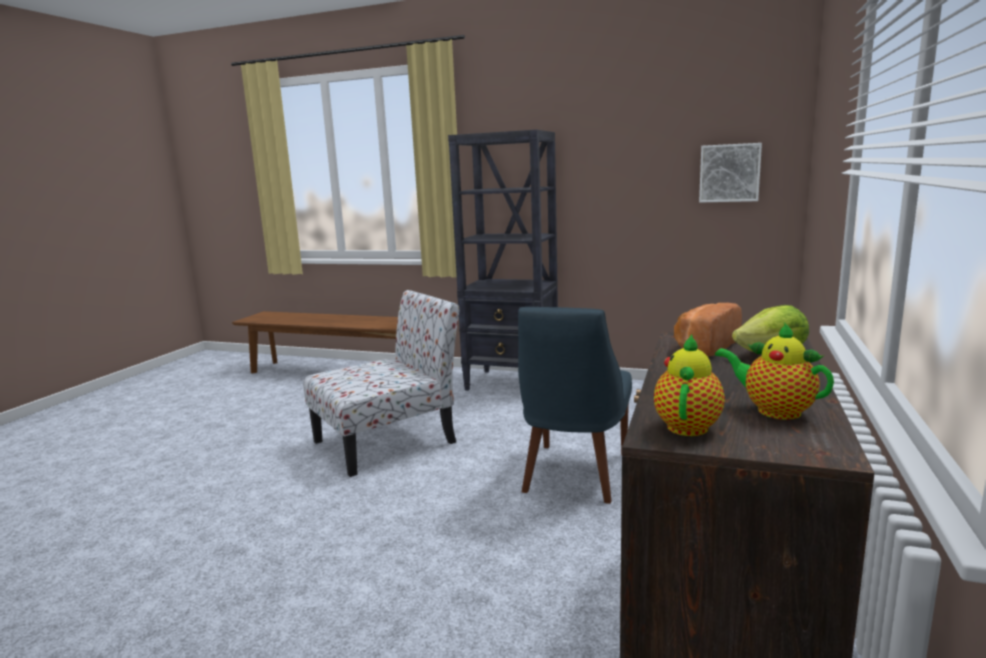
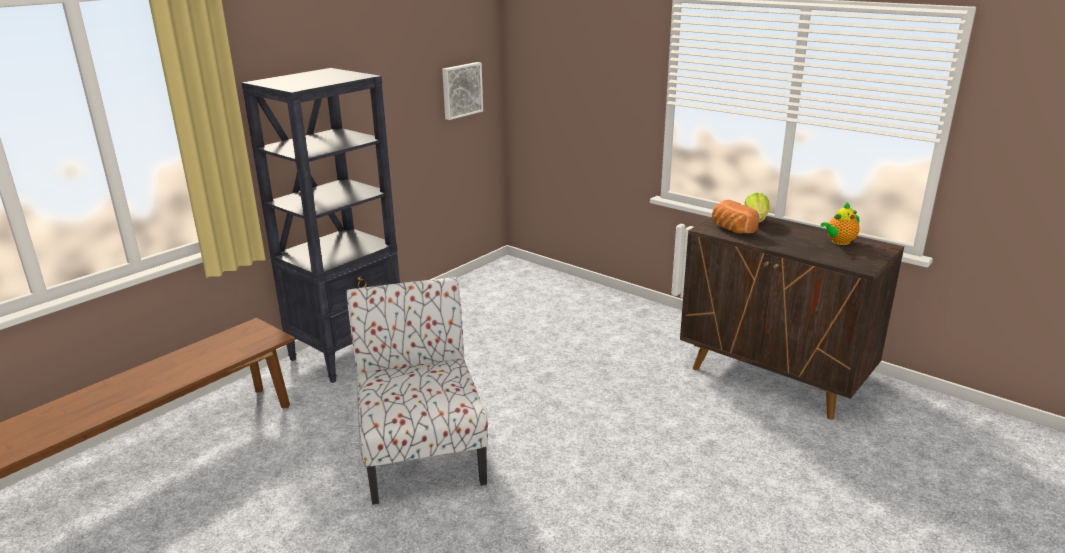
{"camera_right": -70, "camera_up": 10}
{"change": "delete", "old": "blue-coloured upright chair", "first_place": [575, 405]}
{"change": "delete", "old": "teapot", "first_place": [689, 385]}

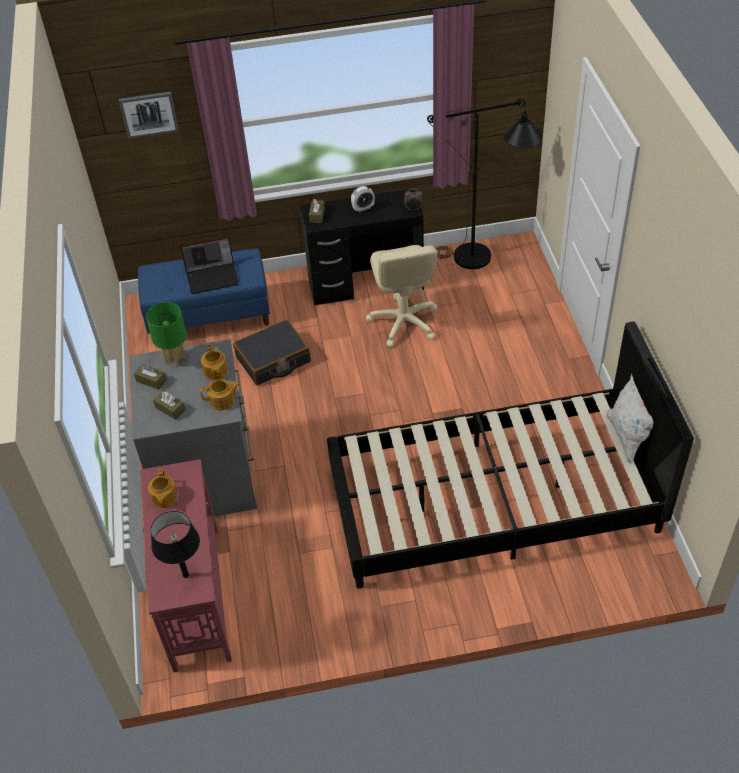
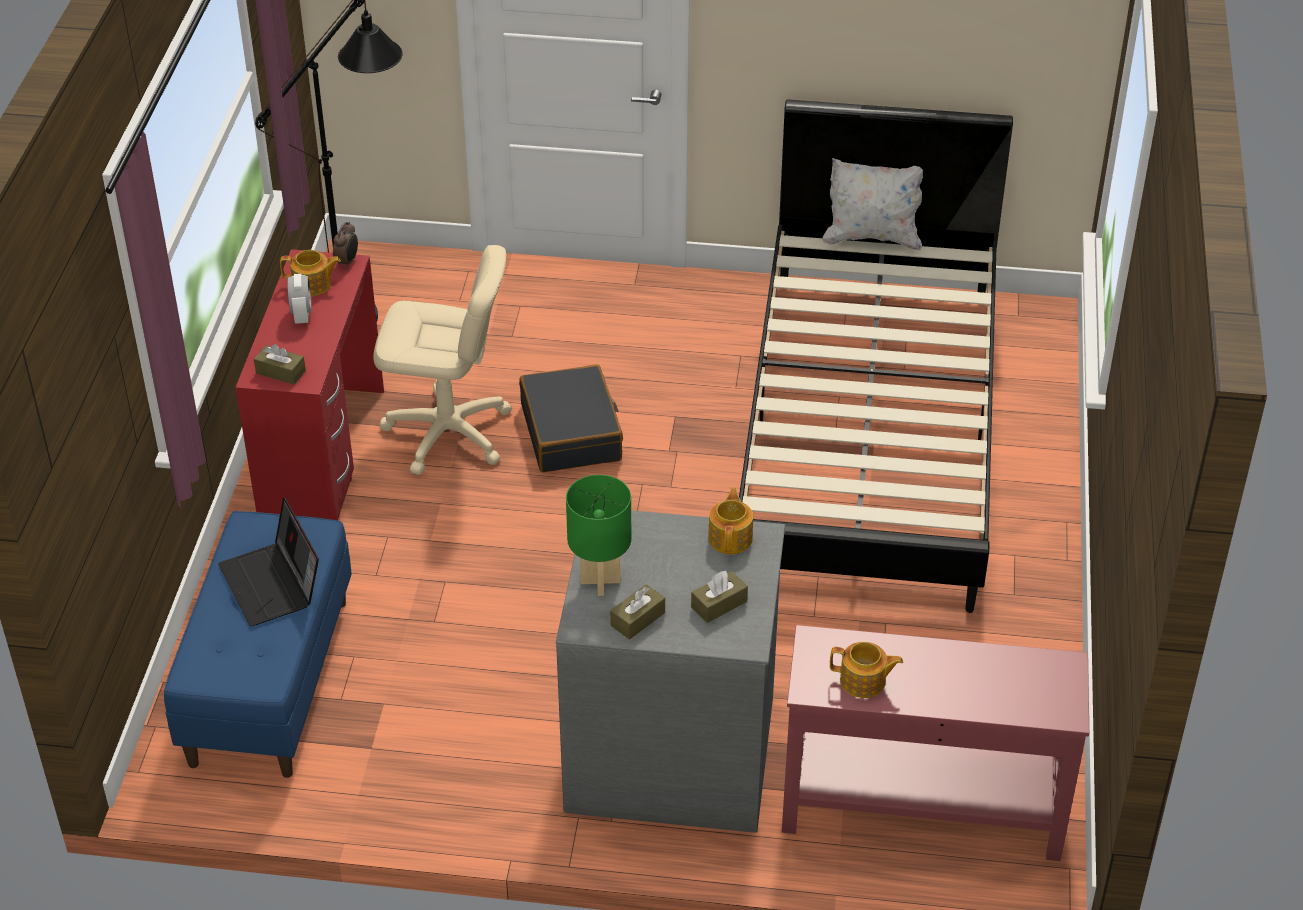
{"camera_right": -75, "camera_up": -5}
{"change": "delete", "old": "wall art", "first_place": [148, 115]}
{"change": "delete", "old": "black table lamp", "first_place": [175, 544]}
{"change": "rotate", "old": "laptop", "first_place": [209, 265], "second_place": [268, 561], "degrees": 150}
{"change": "move", "old": "teapot", "first_place": [214, 362], "second_place": [310, 273]}
{"change": "move", "old": "black piece of luggage", "first_place": [272, 352], "second_place": [571, 418]}
{"change": "recolor", "old": "black desk unit", "new": "red-coloured desk unit", "first_place": [362, 246], "second_place": [310, 384]}

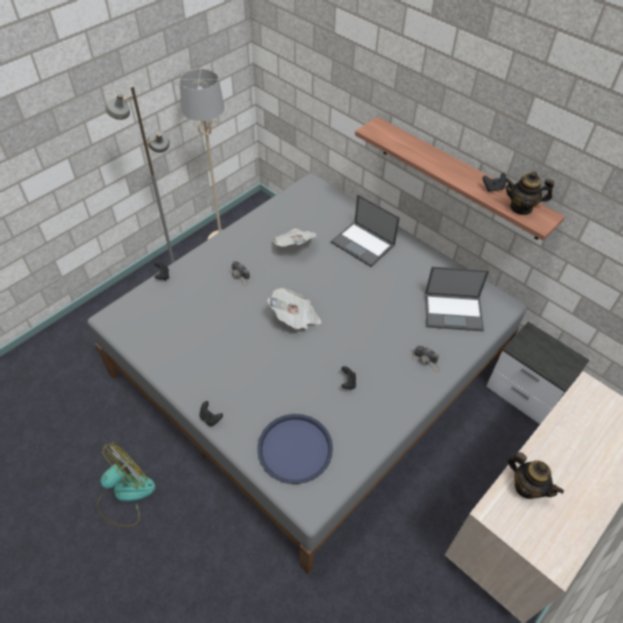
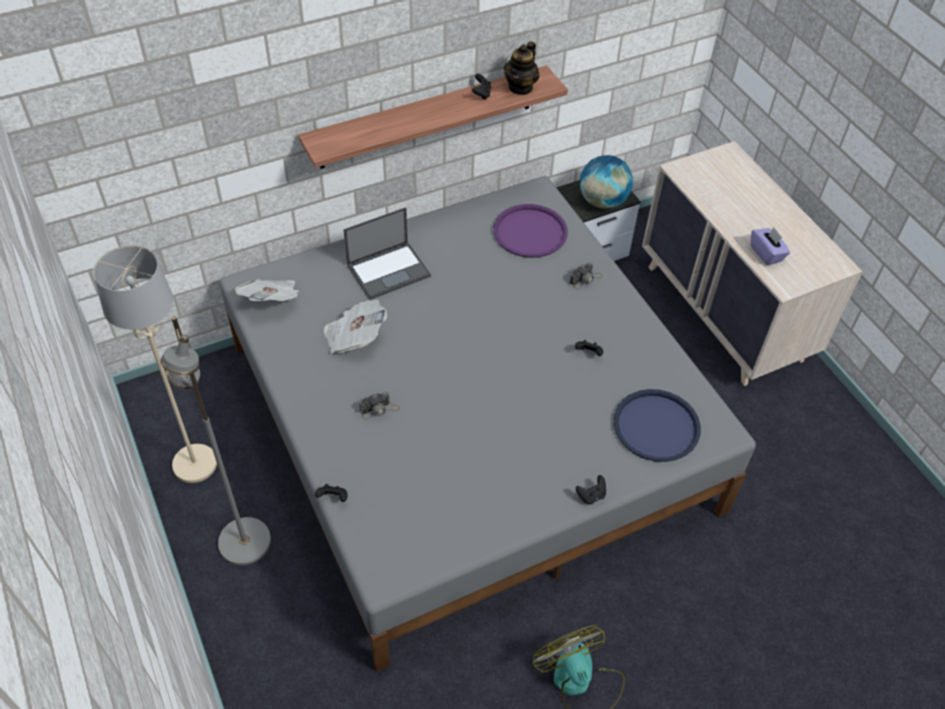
{"camera_right": -70, "camera_up": 0}
{"change": "move", "old": "newspaper", "first_place": [294, 309], "second_place": [267, 290]}
{"change": "replace", "old": "laptop", "new": "purple-coloured tray", "first_place": [457, 298], "second_place": [530, 231]}
{"change": "replace", "old": "teapot", "new": "purple-coloured tissue holder", "first_place": [536, 475], "second_place": [770, 246]}
{"change": "insert", "new": "desk globe", "second_place": [606, 182]}

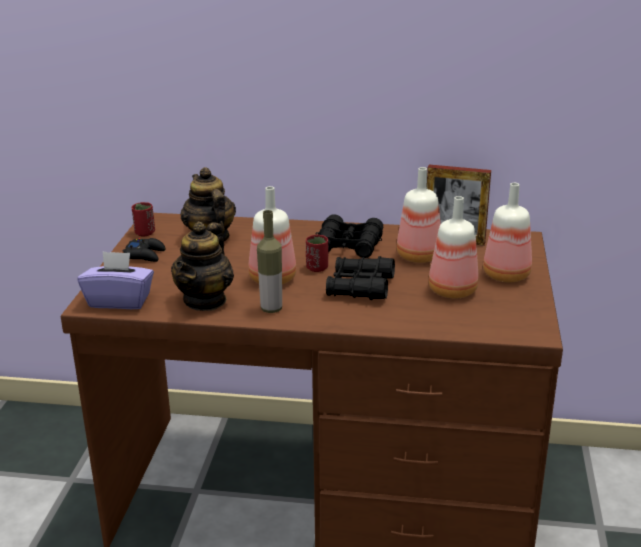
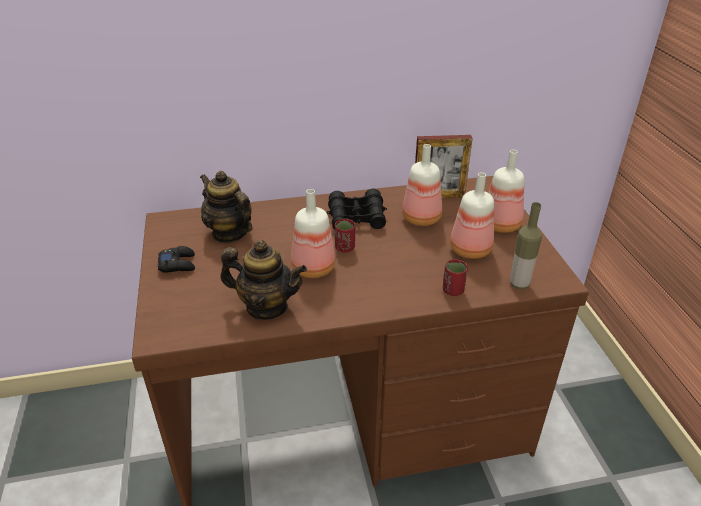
{"camera_right": -20, "camera_up": 10}
{"change": "delete", "old": "purple-coloured tissue holder", "first_place": [115, 280]}
{"change": "move", "old": "red-coloured small cup", "first_place": [143, 219], "second_place": [455, 277]}
{"change": "rotate", "old": "teapot", "first_place": [202, 266], "second_place": [263, 280], "degrees": -75}
{"change": "move", "old": "beverage bottle", "first_place": [269, 261], "second_place": [526, 245]}
{"change": "delete", "old": "black field glasses", "first_place": [360, 278]}

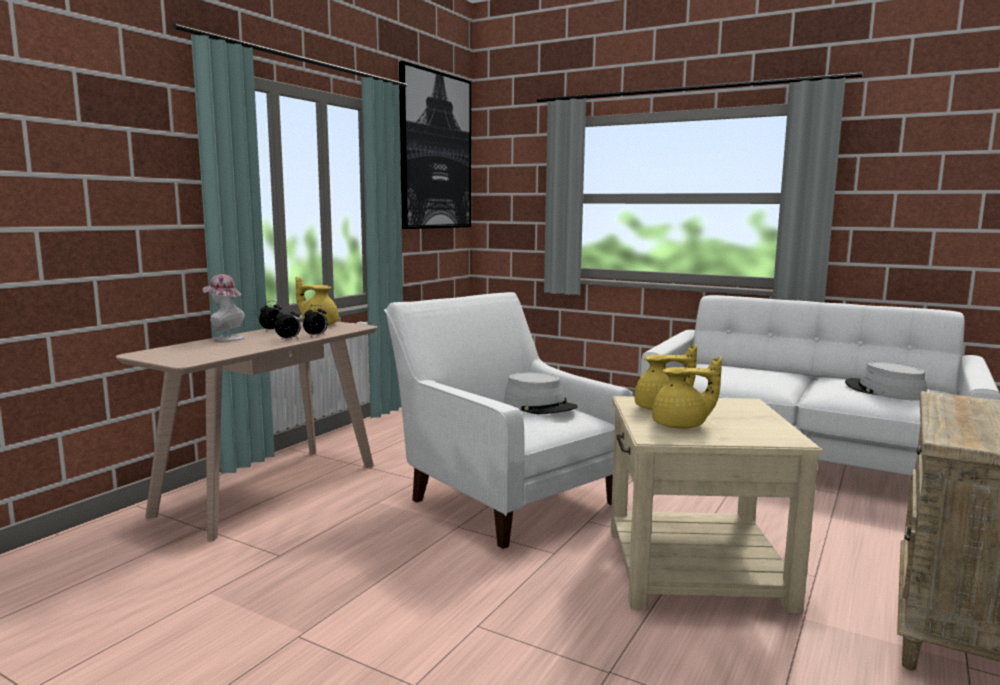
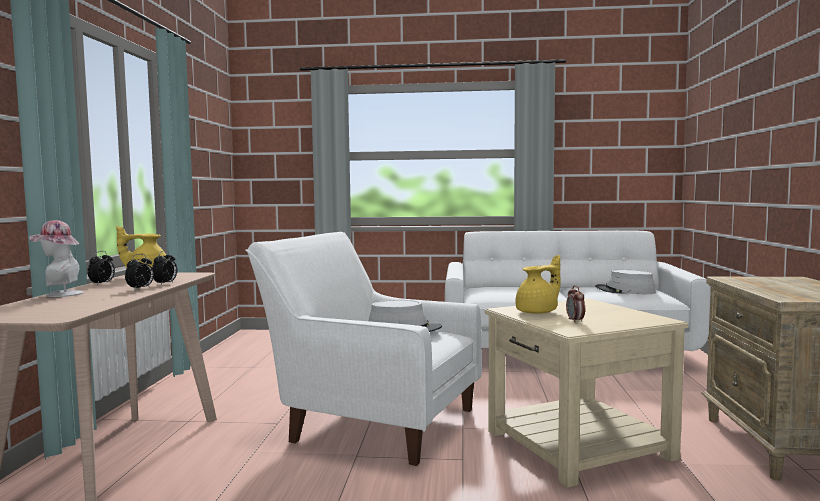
{"camera_right": -25, "camera_up": -5}
{"change": "delete", "old": "wall art", "first_place": [435, 145]}
{"change": "replace", "old": "yellow teapot", "new": "alarm clock", "first_place": [687, 393], "second_place": [575, 304]}

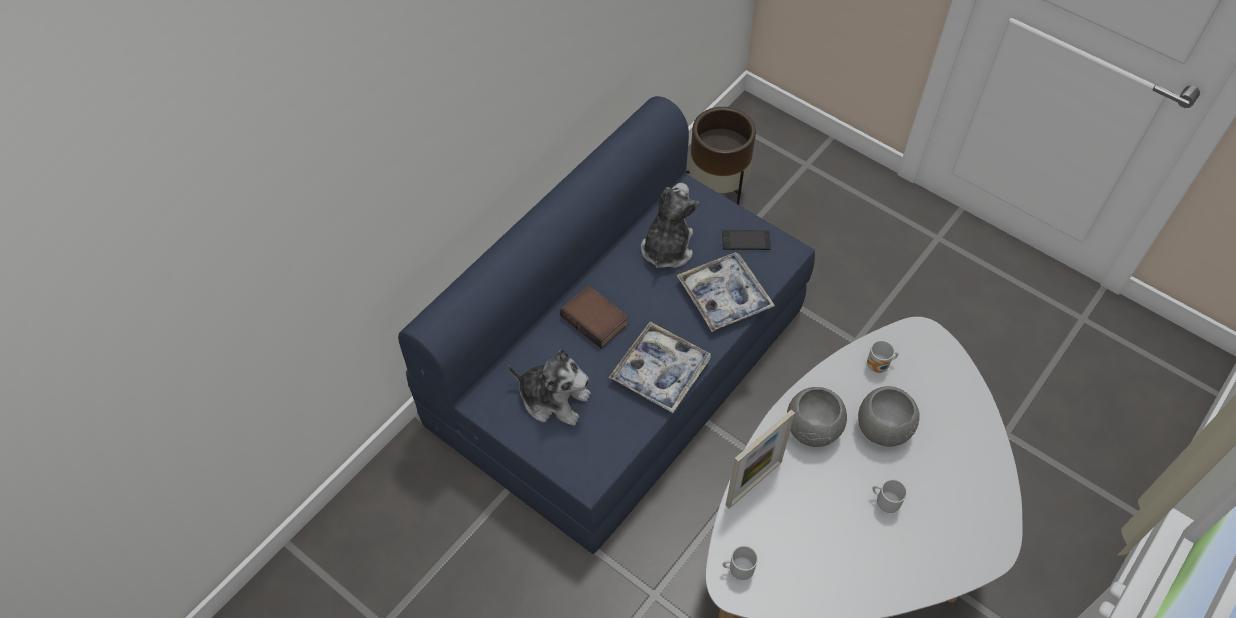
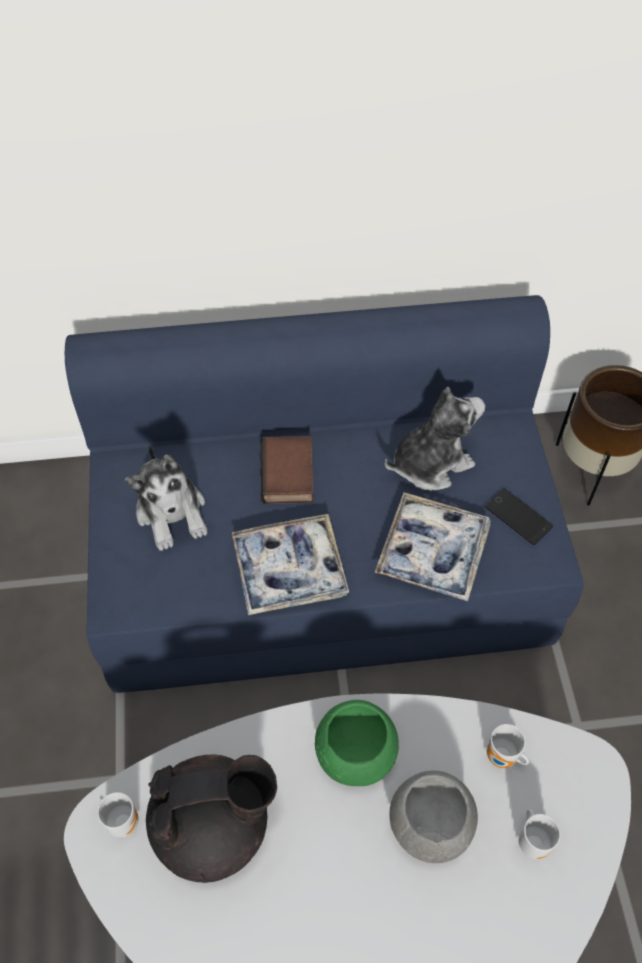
{"camera_right": 45, "camera_up": 0}
{"change": "delete", "old": "standing frame", "first_place": [760, 458]}
{"change": "recolor", "old": "grey bowl", "new": "greenish bowl", "first_place": [817, 417], "second_place": [357, 743]}
{"change": "move", "old": "mug", "first_place": [889, 496], "second_place": [540, 834]}
{"change": "insert", "new": "black teapot", "second_place": [211, 818]}

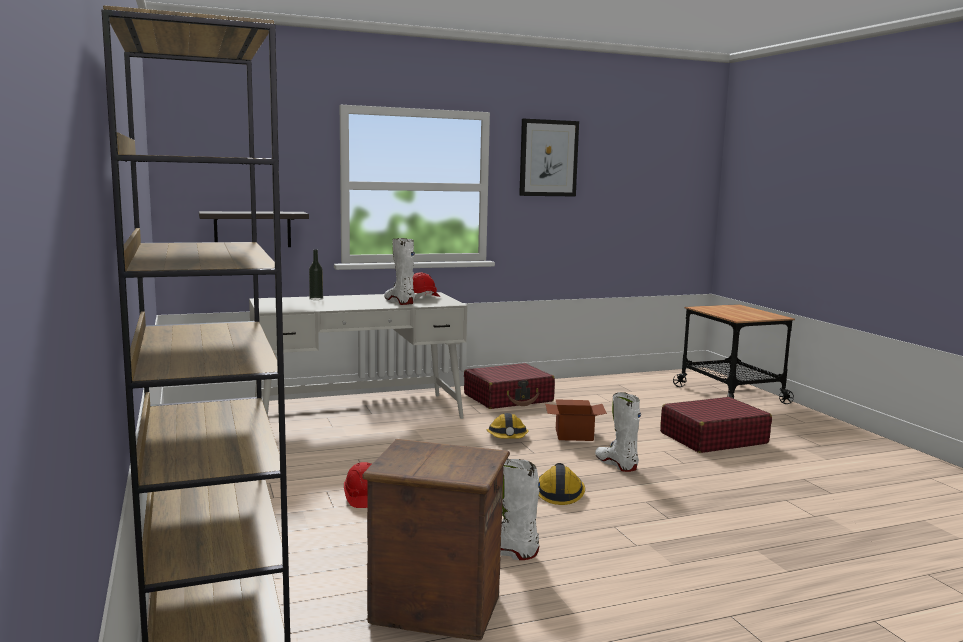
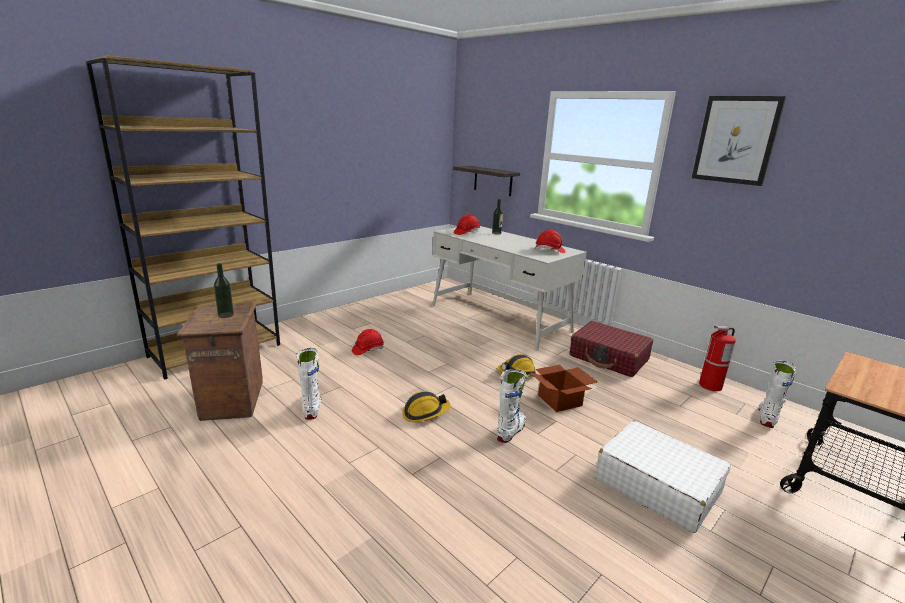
{"camera_right": 65, "camera_up": 10}
{"change": "move", "old": "white boot", "first_place": [399, 271], "second_place": [777, 394]}
{"change": "recolor", "old": "red-coloured piece of luggage", "new": "white piece of luggage", "first_place": [716, 425], "second_place": [663, 477]}
{"change": "insert", "new": "beverage bottle", "second_place": [224, 290]}
{"change": "insert", "new": "red-coloured work helmet", "second_place": [467, 224]}
{"change": "insert", "new": "fire-fighting cylinder", "second_place": [717, 358]}

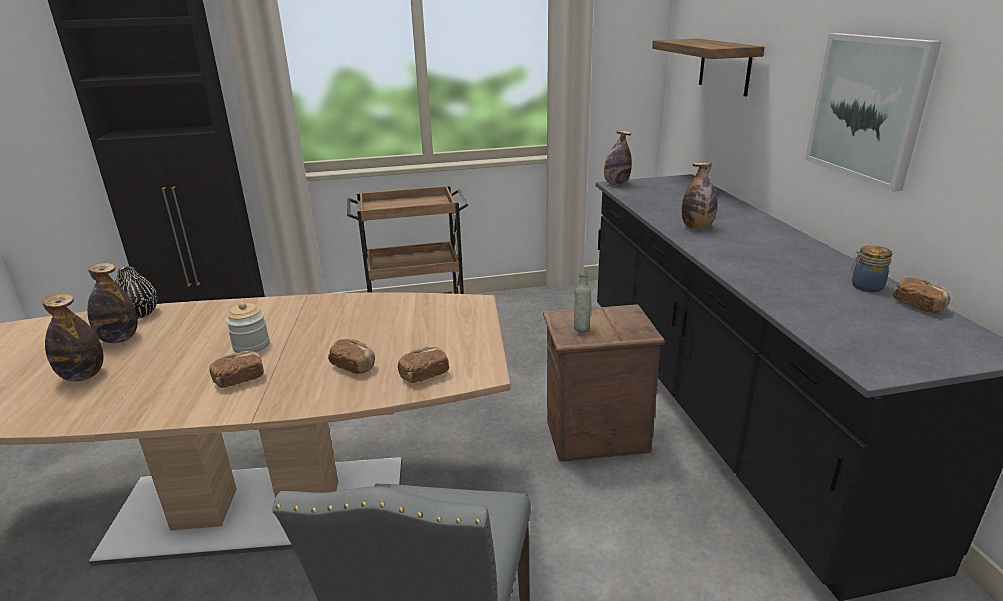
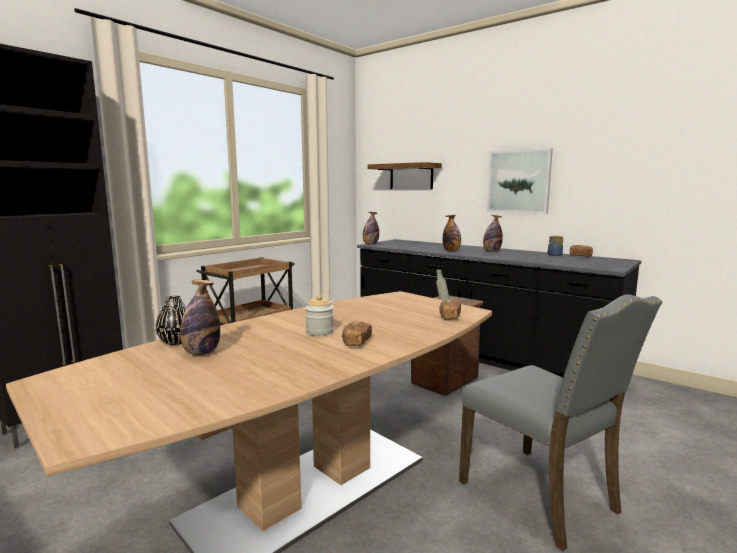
{"camera_right": -40, "camera_up": -15}
{"change": "move", "old": "beverage bottle", "first_place": [72, 337], "second_place": [493, 233]}
{"change": "delete", "old": "baked bread", "first_place": [351, 356]}

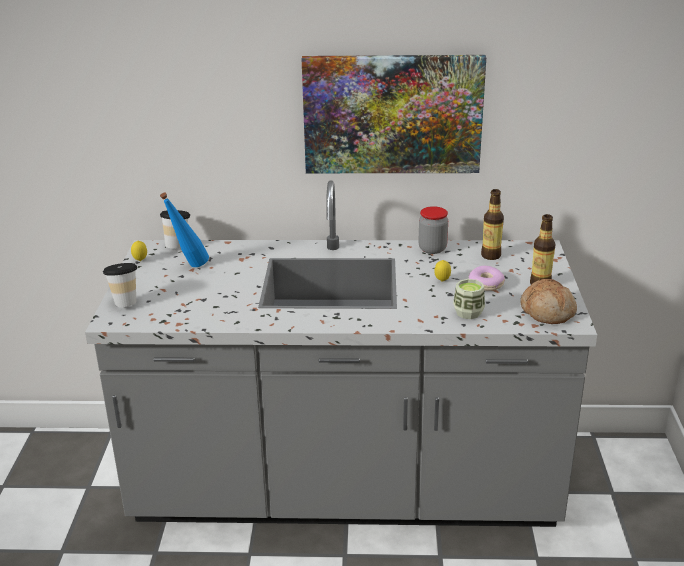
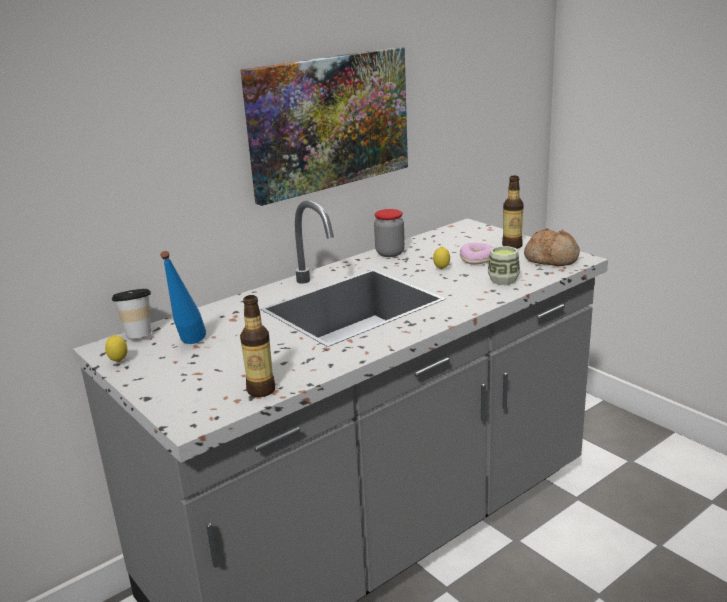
{"camera_right": -40, "camera_up": -5}
{"change": "delete", "old": "small cup", "first_place": [120, 285]}
{"change": "move", "old": "beverage bottle", "first_place": [492, 224], "second_place": [257, 346]}

